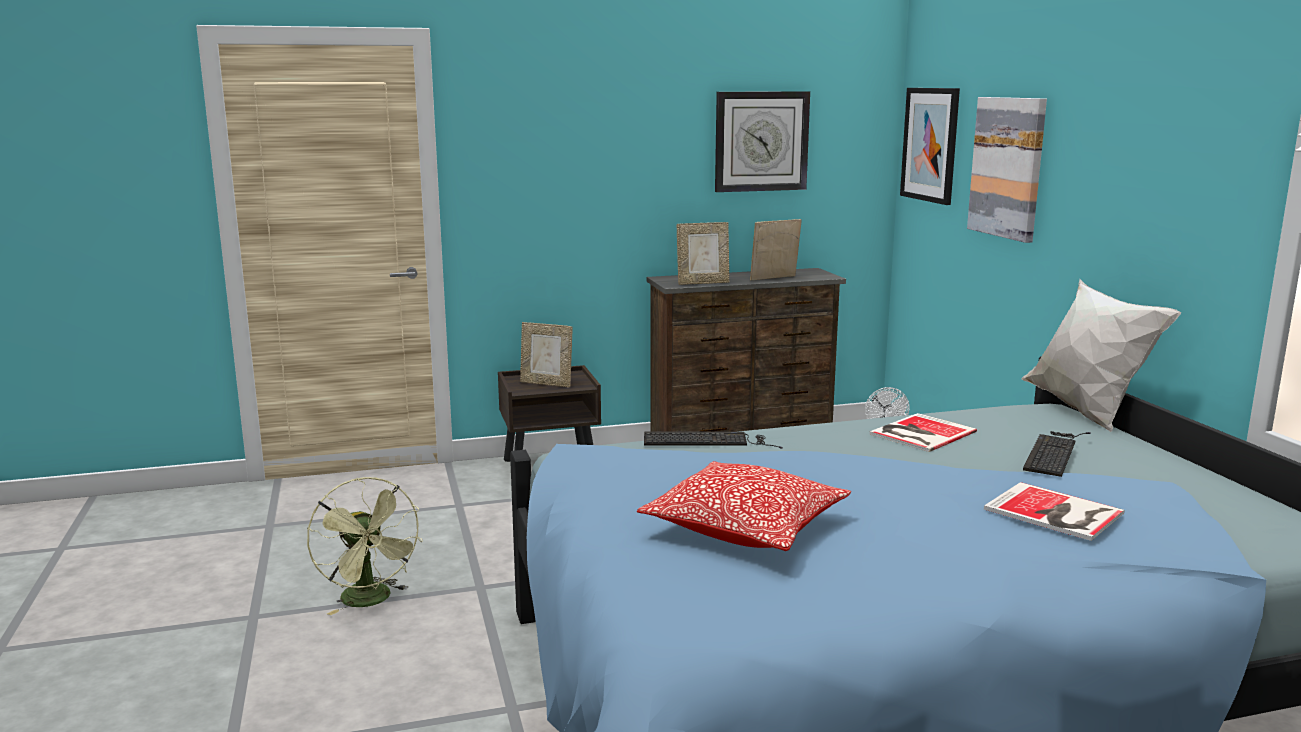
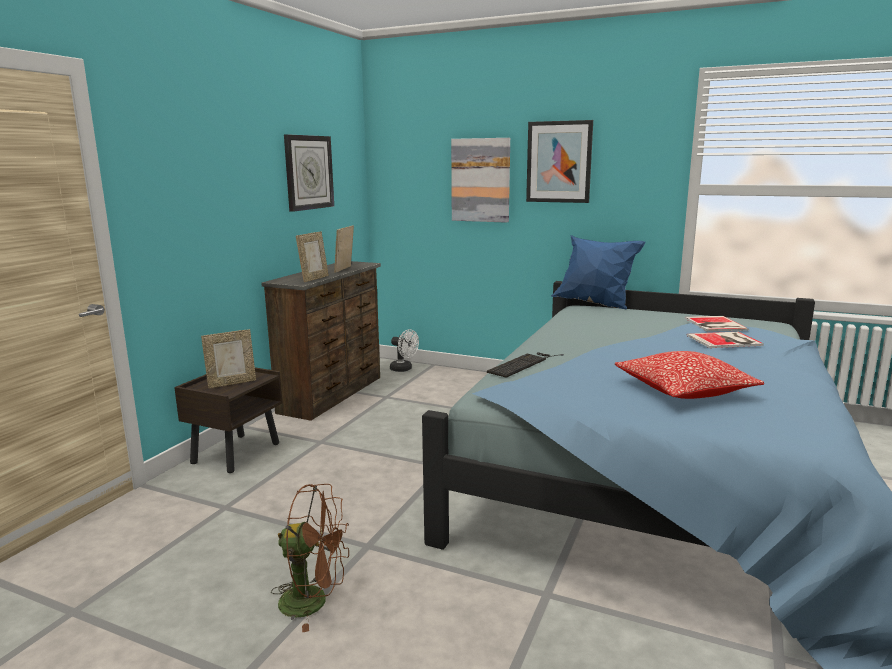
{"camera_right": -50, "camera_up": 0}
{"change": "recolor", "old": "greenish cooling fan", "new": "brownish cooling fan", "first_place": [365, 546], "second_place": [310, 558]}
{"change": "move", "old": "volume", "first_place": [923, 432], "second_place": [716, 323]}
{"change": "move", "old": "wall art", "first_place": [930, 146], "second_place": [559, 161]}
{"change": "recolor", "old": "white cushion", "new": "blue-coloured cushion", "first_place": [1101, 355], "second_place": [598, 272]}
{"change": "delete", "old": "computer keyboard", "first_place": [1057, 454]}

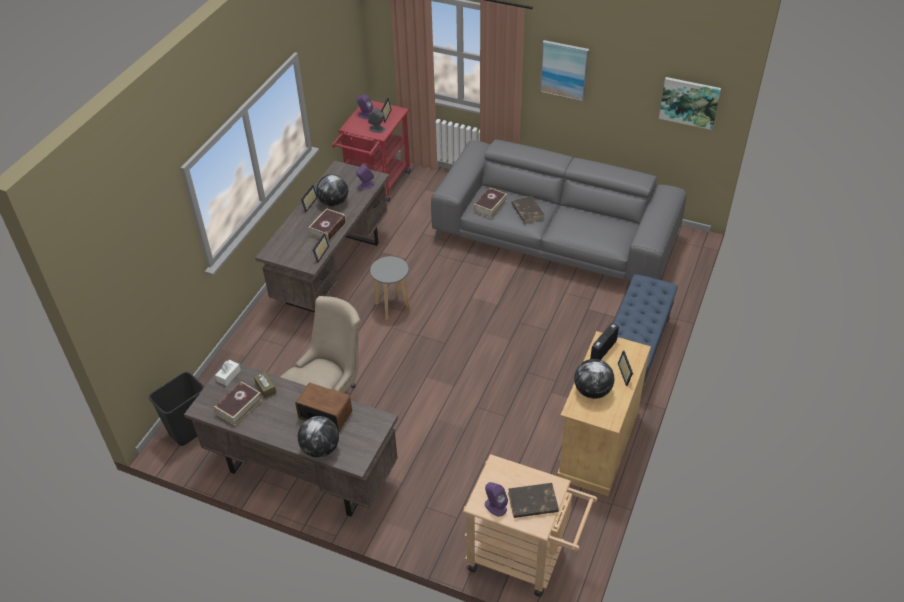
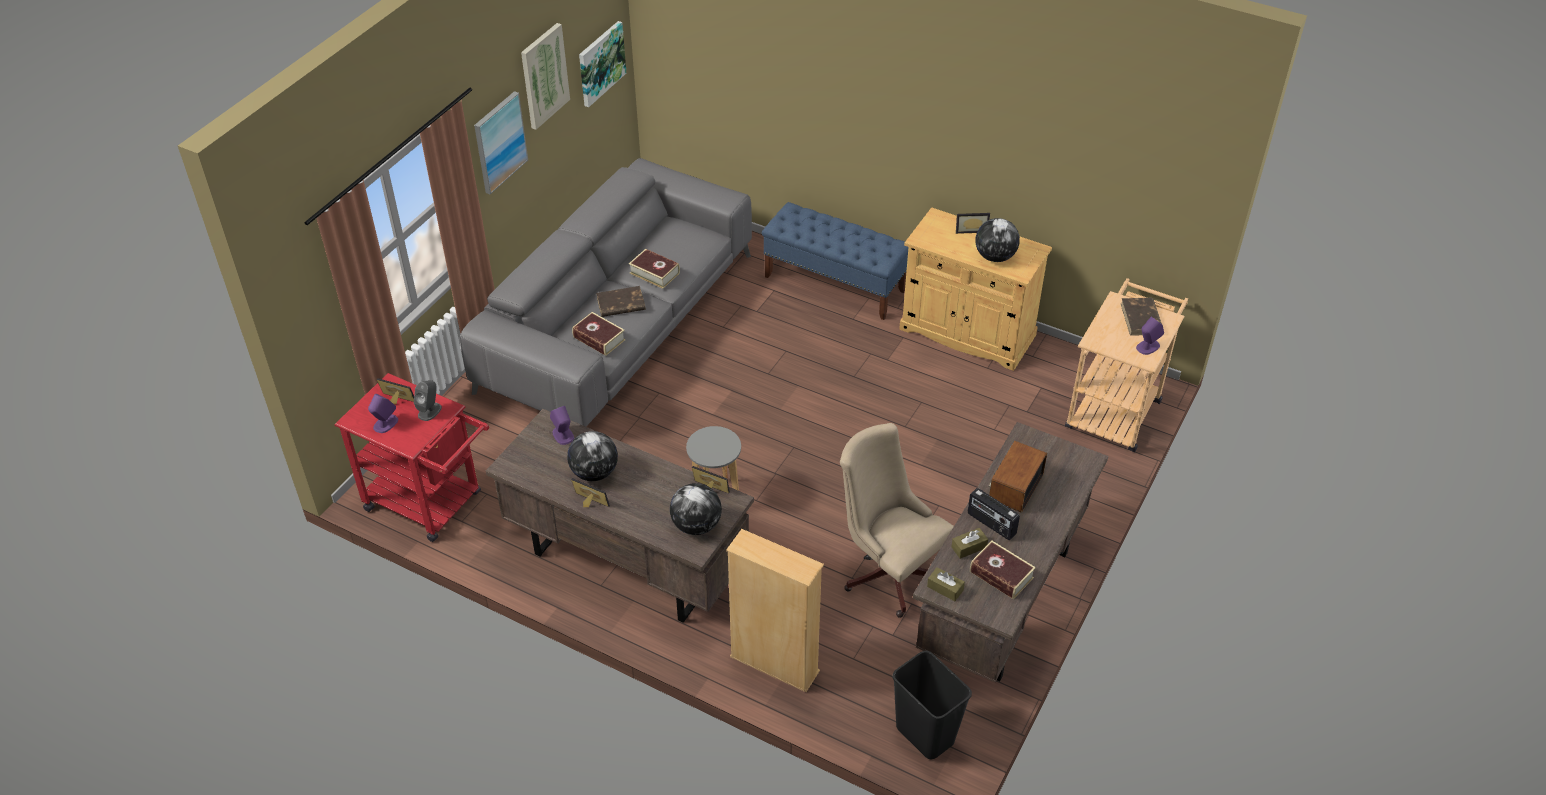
{"camera_right": -85, "camera_up": 0}
{"change": "recolor", "old": "white tissue holder", "new": "brownish tissue holder", "first_place": [228, 373], "second_place": [946, 584]}
{"change": "move", "old": "desk globe", "first_place": [318, 437], "second_place": [696, 509]}
{"change": "move", "old": "volume", "first_place": [327, 225], "second_place": [654, 269]}
{"change": "move", "old": "radio", "first_place": [604, 341], "second_place": [994, 514]}
{"change": "insert", "new": "wall art", "second_place": [545, 76]}
{"change": "insert", "new": "beige shelving unit", "second_place": [775, 610]}

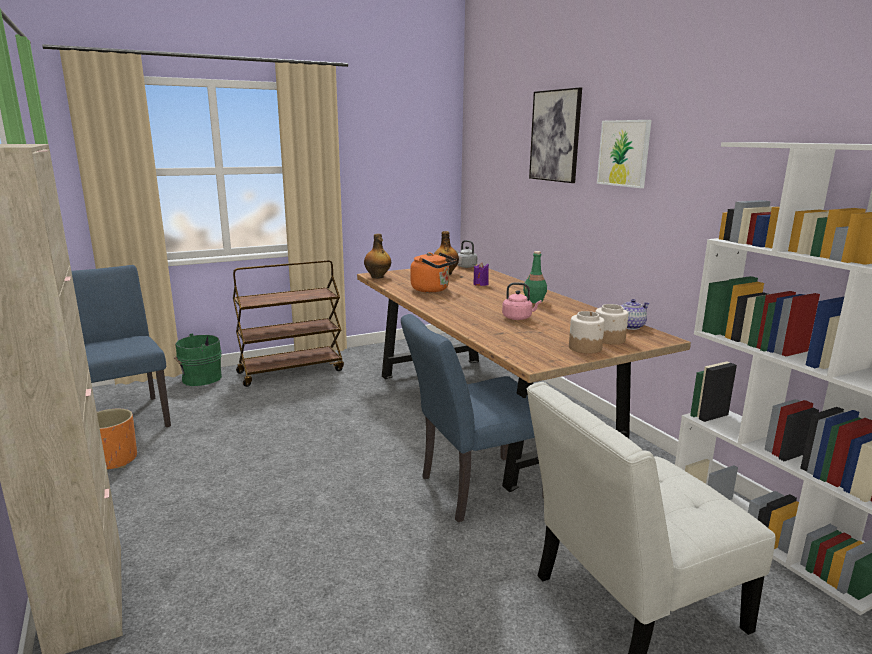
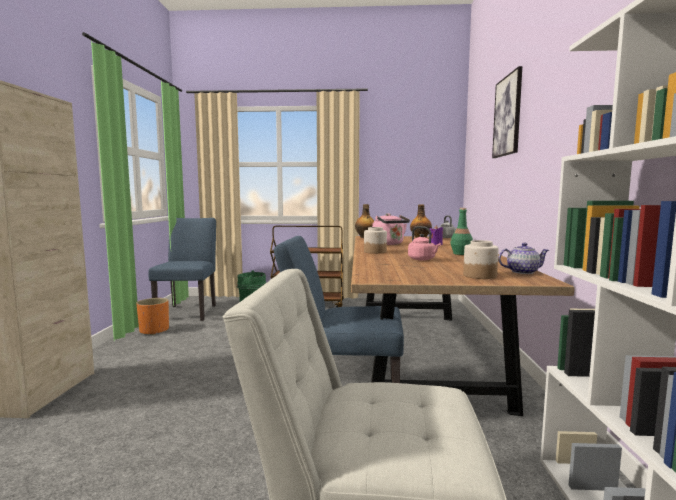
{"camera_right": 30, "camera_up": -10}
{"change": "recolor", "old": "orangey water kettle", "new": "pink-coloured water kettle", "first_place": [433, 272], "second_place": [391, 229]}
{"change": "move", "old": "jar", "first_place": [587, 332], "second_place": [375, 240]}
{"change": "delete", "old": "wall art", "first_place": [624, 154]}

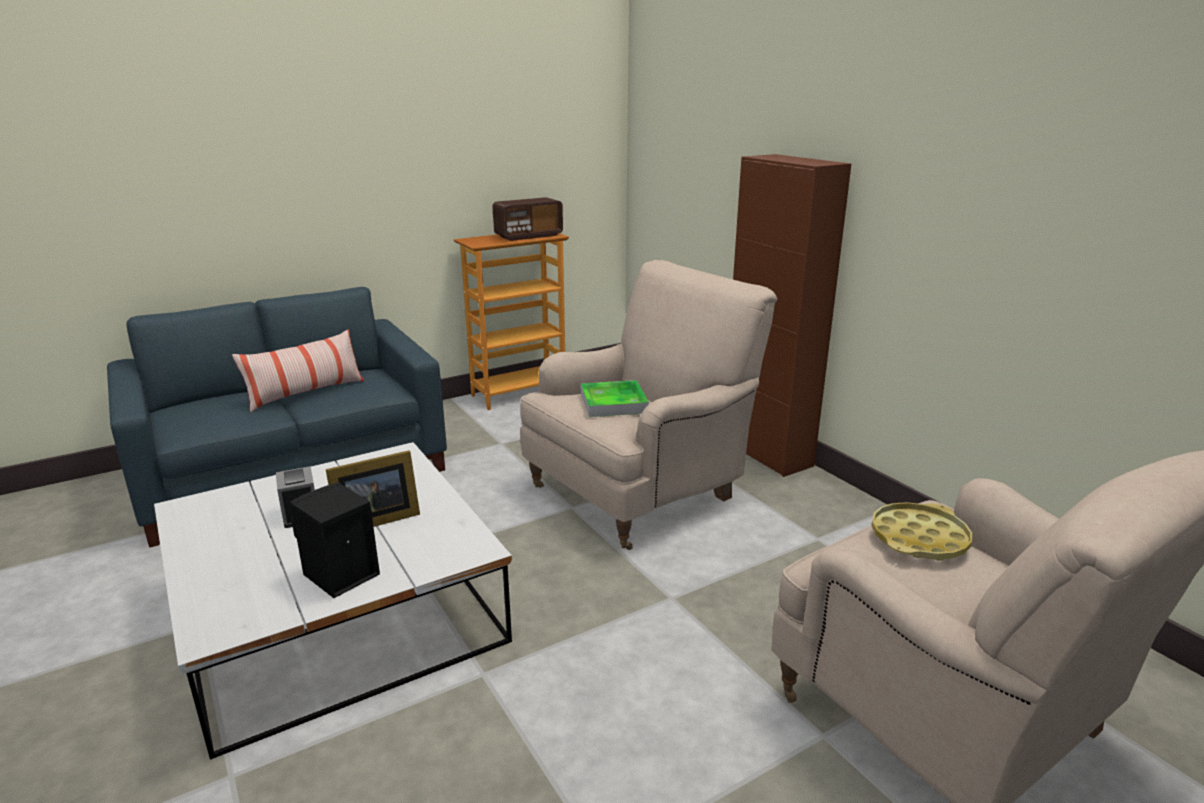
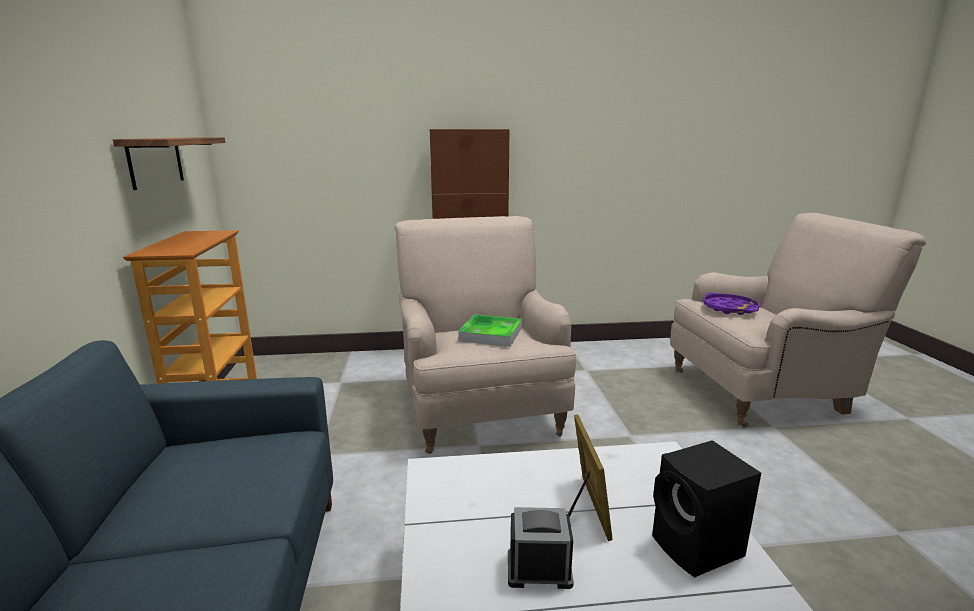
{"camera_right": -65, "camera_up": -5}
{"change": "delete", "old": "cushion", "first_place": [298, 370]}
{"change": "delete", "old": "radio", "first_place": [527, 219]}
{"change": "recolor", "old": "yellow tray", "new": "purple-coloured tray", "first_place": [921, 531], "second_place": [731, 304]}
{"change": "insert", "new": "wall shelf", "second_place": [169, 163]}

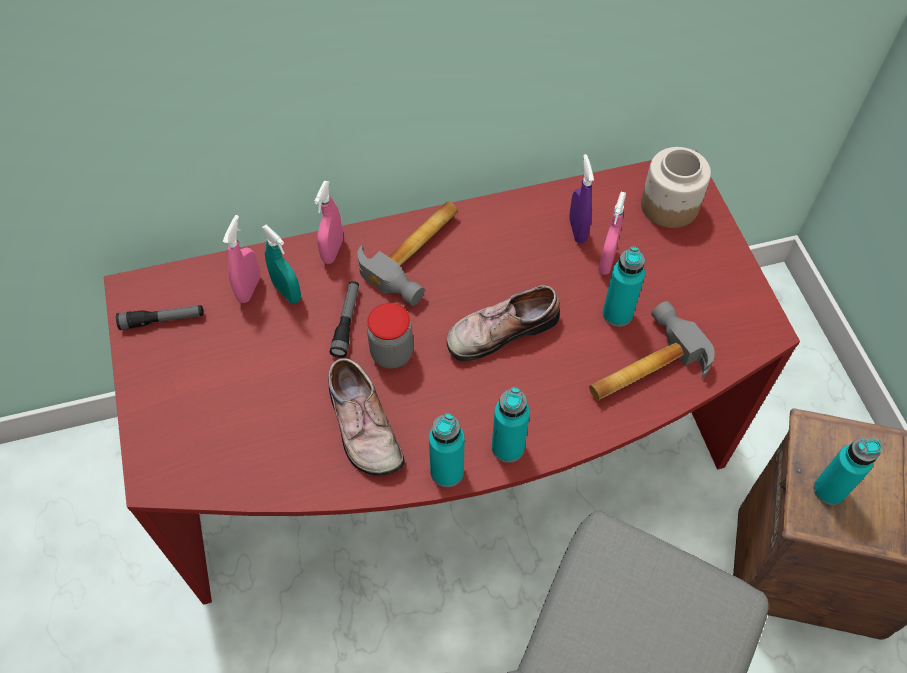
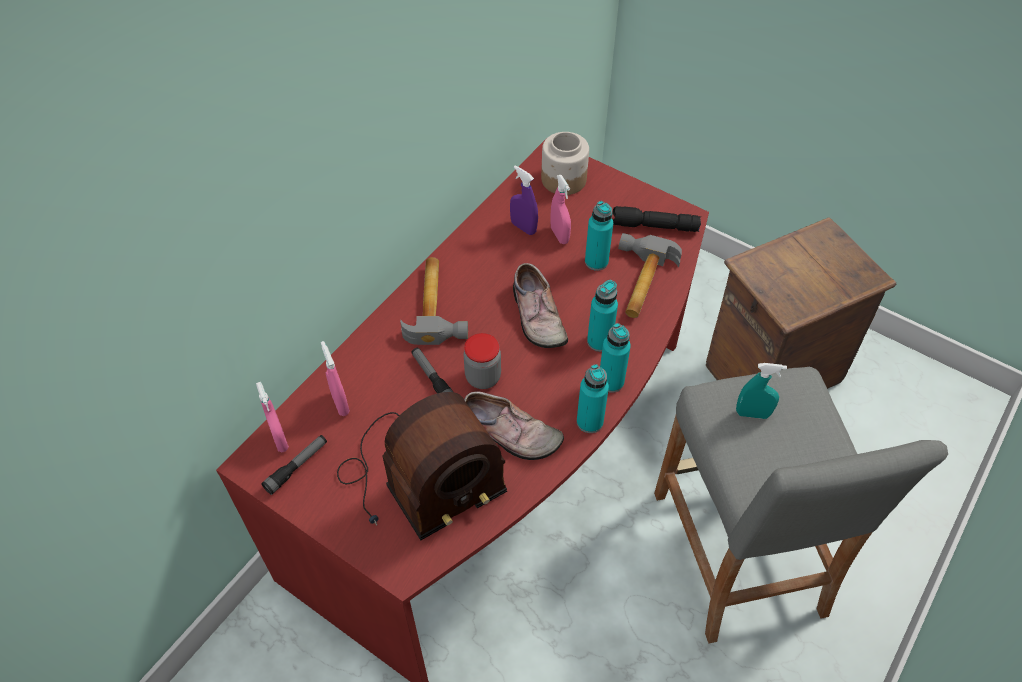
{"camera_right": -40, "camera_up": -5}
{"change": "move", "old": "blue-green spray bottle", "first_place": [281, 264], "second_place": [761, 391]}
{"change": "move", "old": "pink-coloured spray bottle", "first_place": [328, 222], "second_place": [272, 417]}
{"change": "rotate", "old": "shoe", "first_place": [503, 323], "second_place": [540, 305], "degrees": -45}
{"change": "move", "old": "blue-green beverage bottle", "first_place": [848, 471], "second_place": [602, 316]}
{"change": "insert", "new": "radio", "second_place": [422, 466]}
{"change": "insert", "new": "black hand torch", "second_place": [657, 219]}

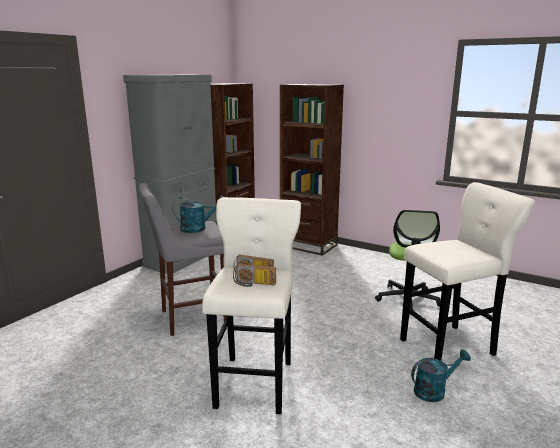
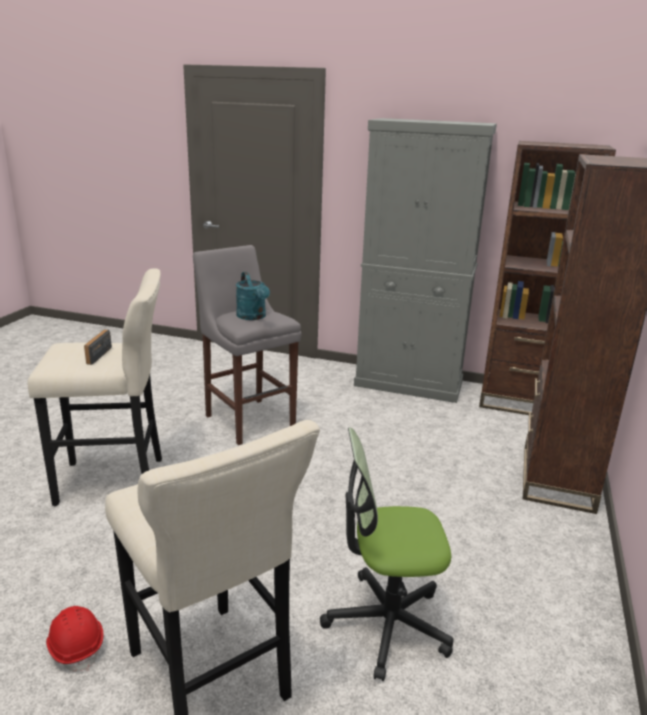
{"camera_right": 75, "camera_up": 5}
{"change": "delete", "old": "radio", "first_place": [254, 275]}
{"change": "replace", "old": "blue-green watering pot", "new": "red-coloured work helmet", "first_place": [441, 375], "second_place": [74, 639]}

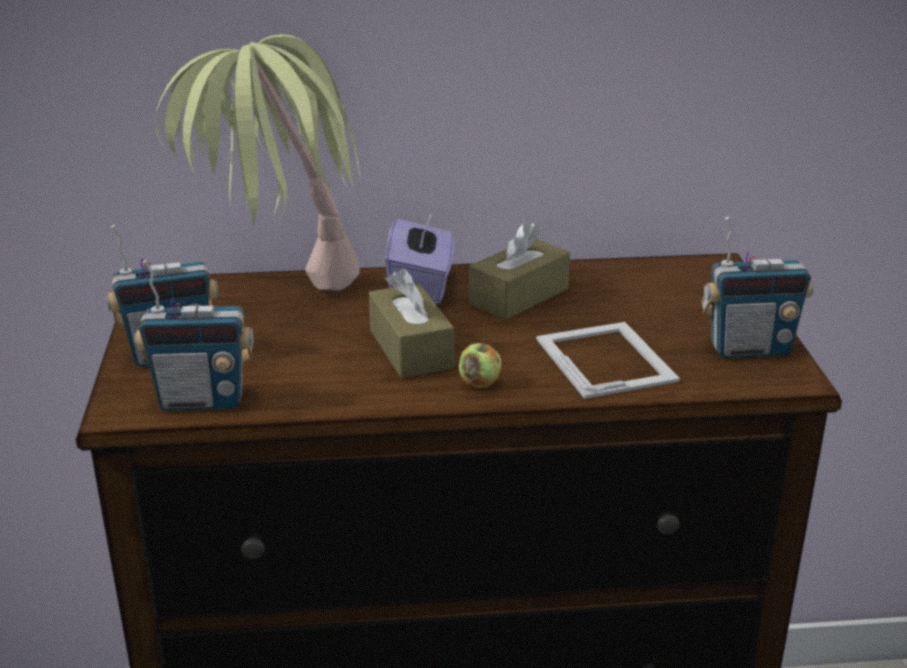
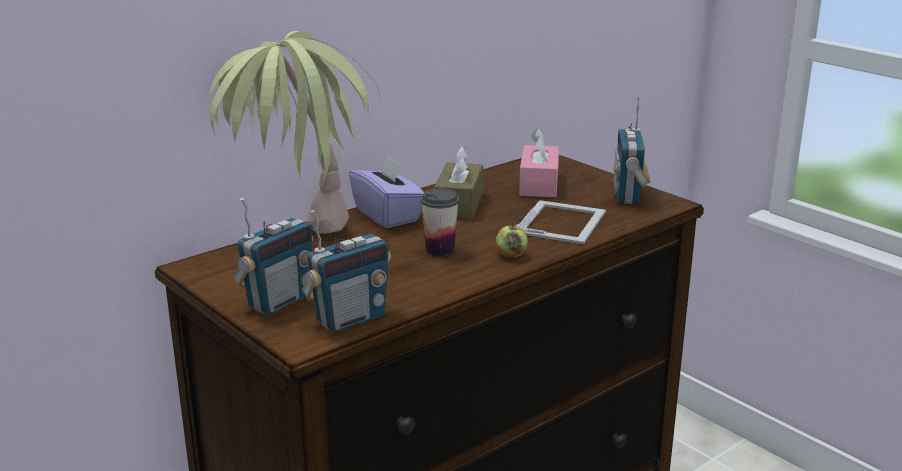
{"camera_right": -35, "camera_up": -5}
{"change": "replace", "old": "brownish tissue holder", "new": "small cup", "first_place": [411, 323], "second_place": [439, 222]}
{"change": "rotate", "old": "standing frame", "first_place": [608, 360], "second_place": [561, 222], "degrees": 75}
{"change": "rotate", "old": "radio", "first_place": [757, 287], "second_place": [632, 150], "degrees": 135}
{"change": "insert", "new": "pink-coloured tissue holder", "second_place": [539, 162]}

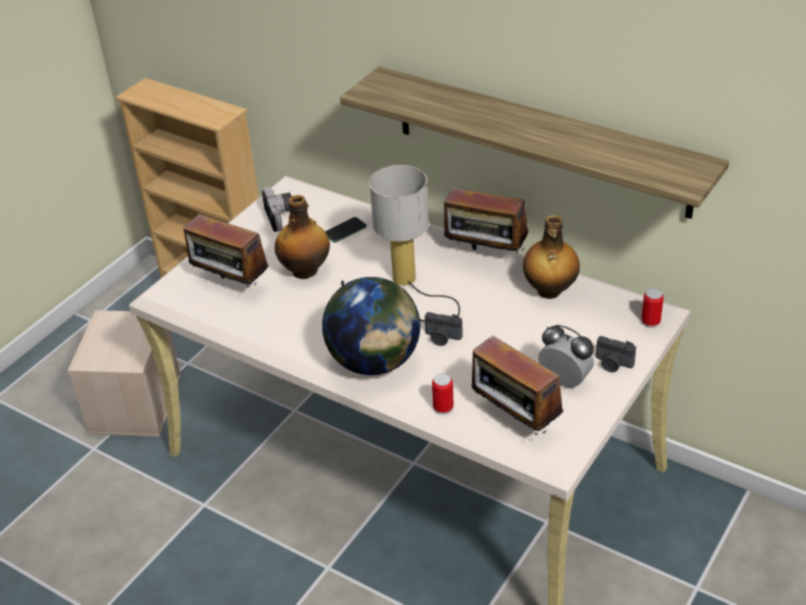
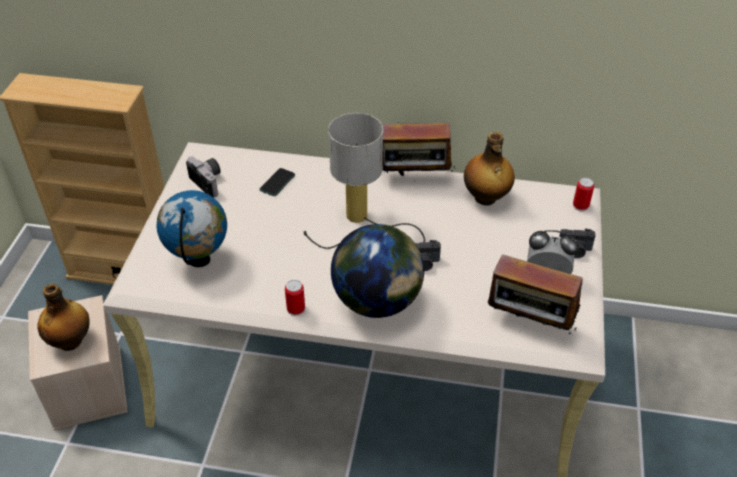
{"camera_right": -25, "camera_up": 5}
{"change": "replace", "old": "radio", "new": "desk globe", "first_place": [226, 251], "second_place": [191, 228]}
{"change": "move", "old": "beverage bottle", "first_place": [302, 237], "second_place": [63, 317]}
{"change": "delete", "old": "wall shelf", "first_place": [534, 142]}
{"change": "move", "old": "sealed can", "first_place": [443, 394], "second_place": [295, 298]}

